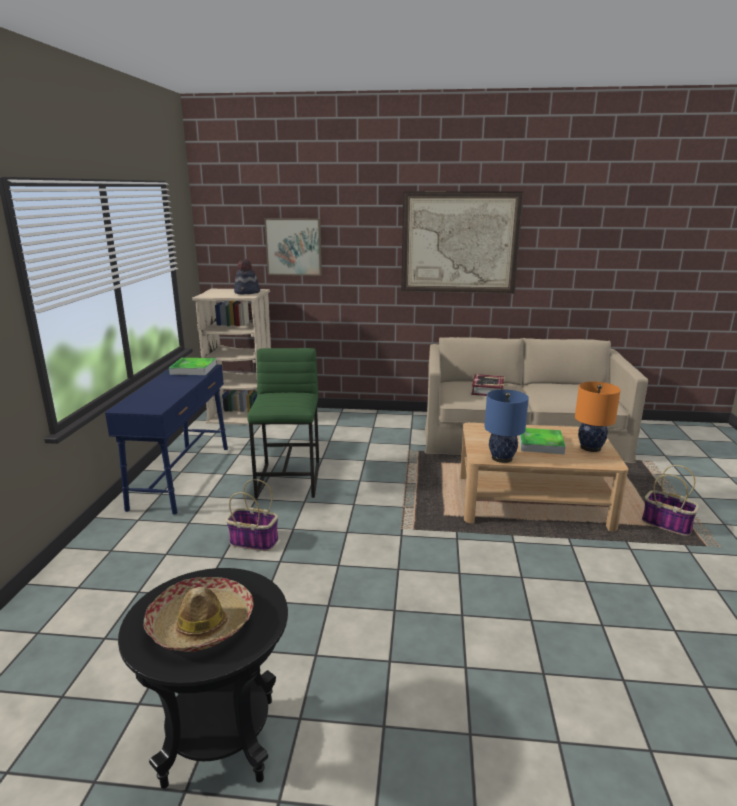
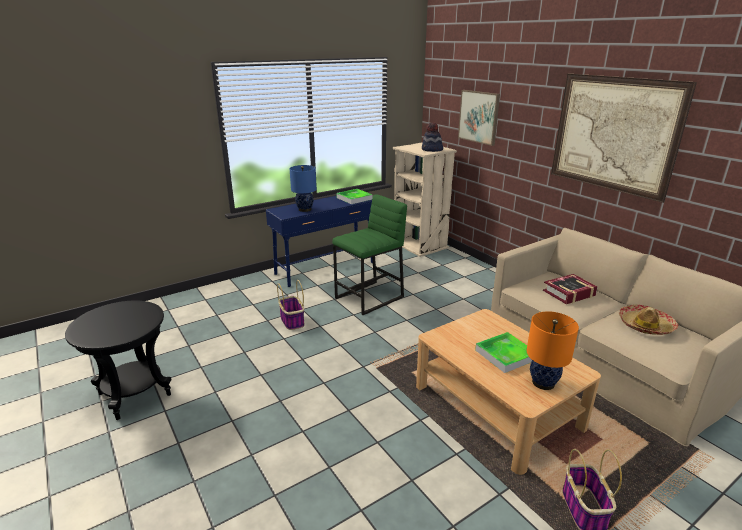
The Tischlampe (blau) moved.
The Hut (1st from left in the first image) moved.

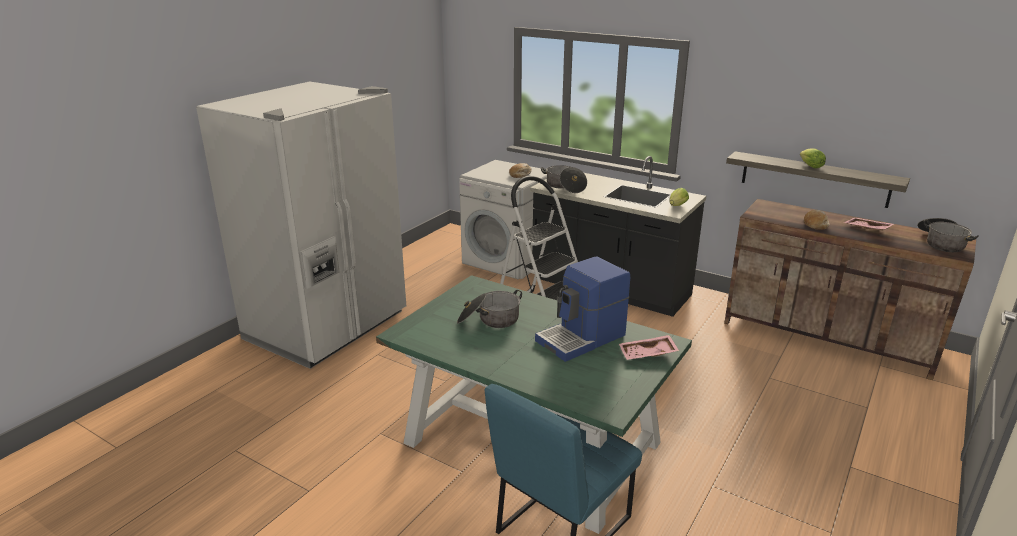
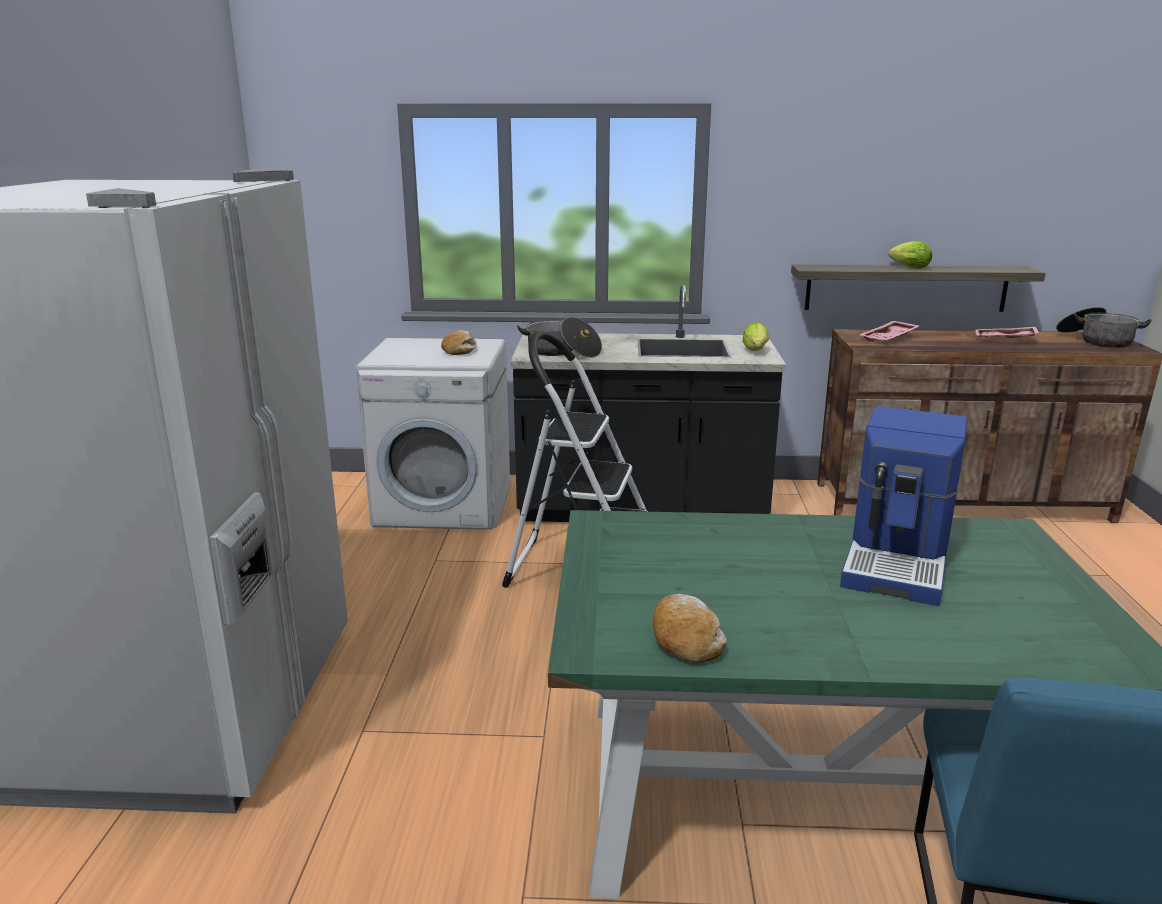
The Brot (2nd from left) moved.
The Tablett (rosa) (1st from left) moved.
The Kochtopf (1st from left) disappeared.

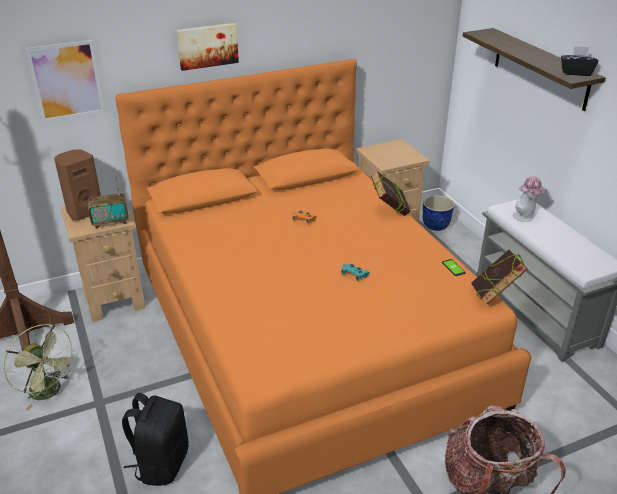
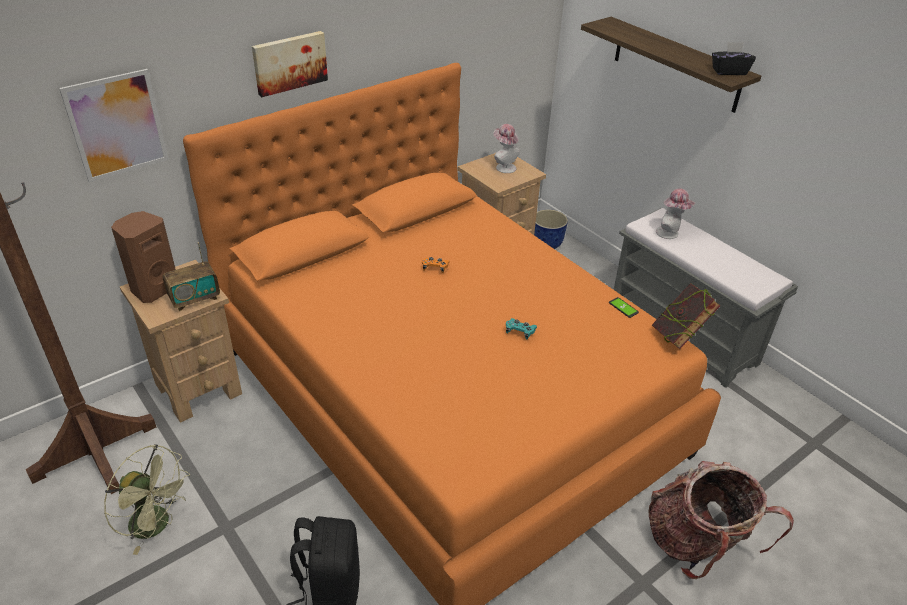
The Hut (1st from left) appeared.
The Buch (1st from left) disappeared.

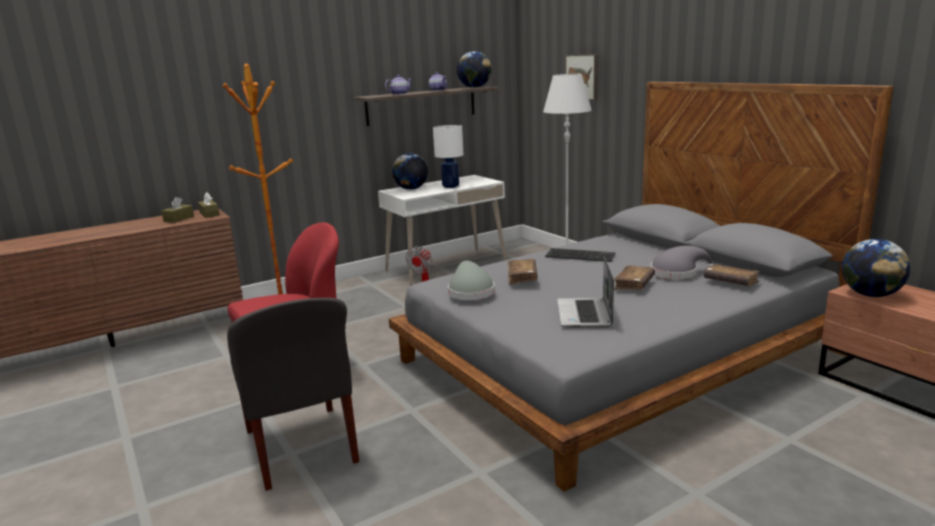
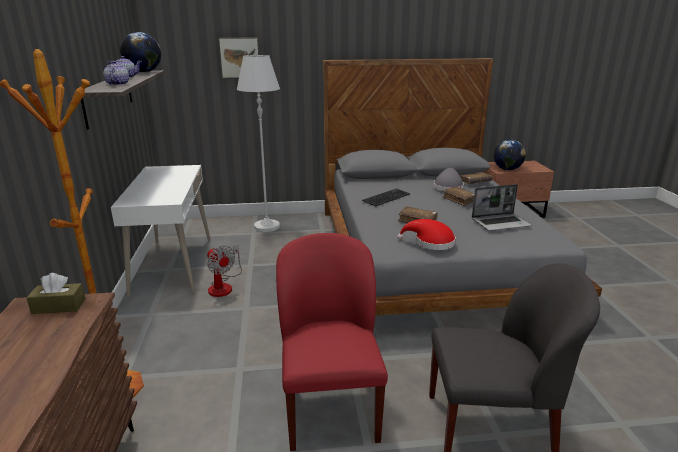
The Hut (grau) (1st from left) became the Hut (rot).
The Laptop turned 45 degrees counterclockwise.
The Taschentuchbox (braun) (1st from left) disappeared.
The Globus (1st from left) disappeared.
The Tischlampe (weiß) disappeared.

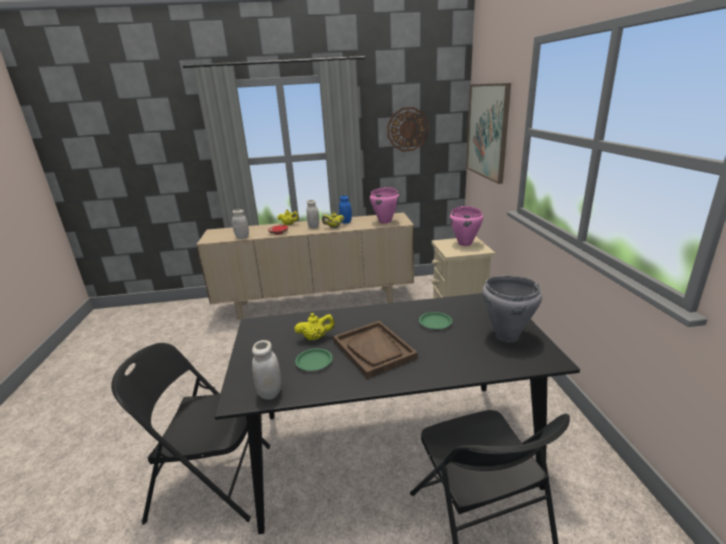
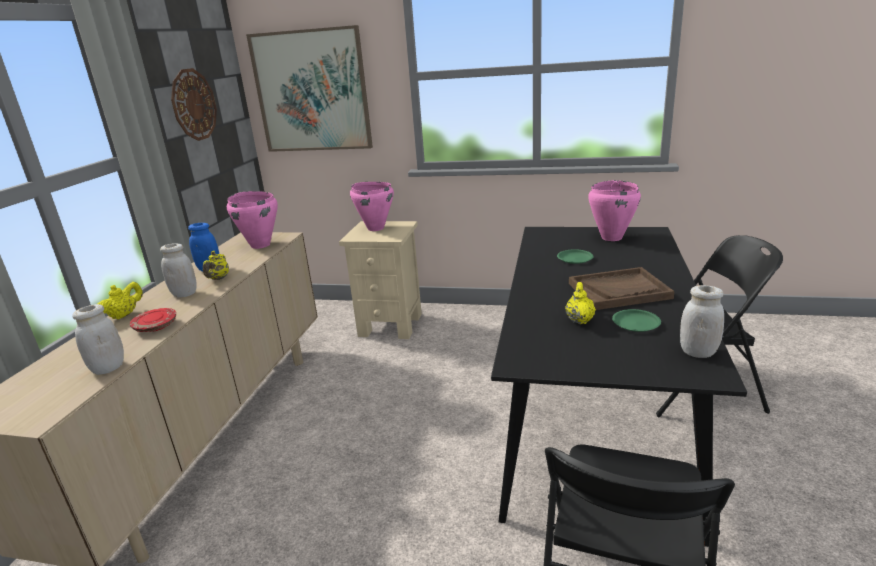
The Kochtopf (grau) became the Kochtopf (rosa) (3rd from left).

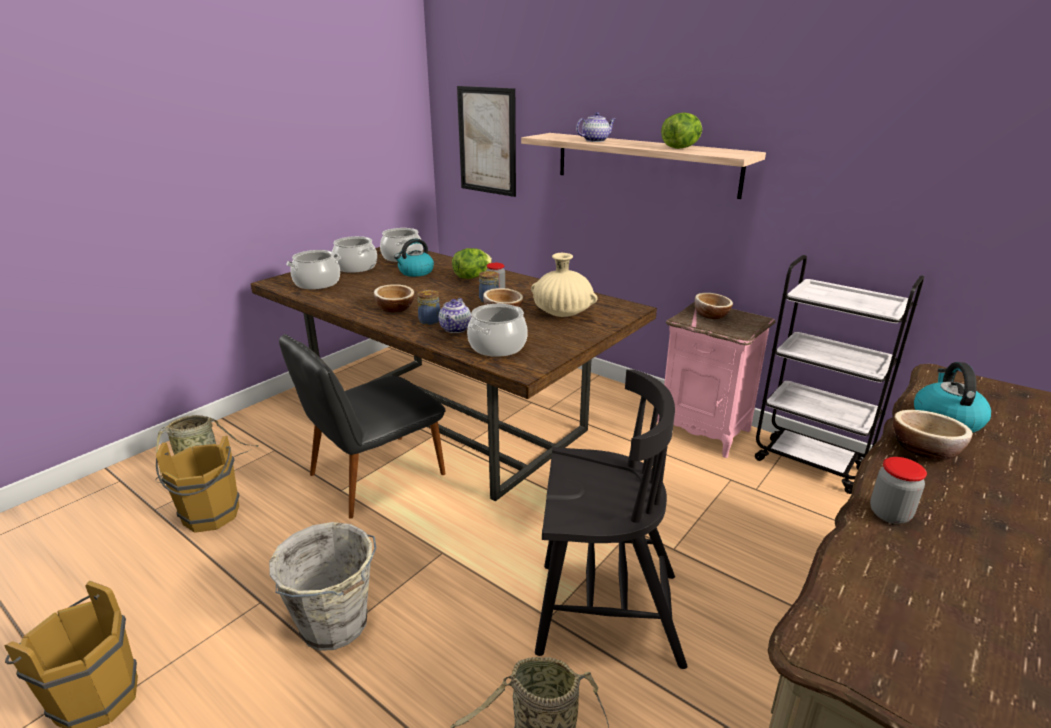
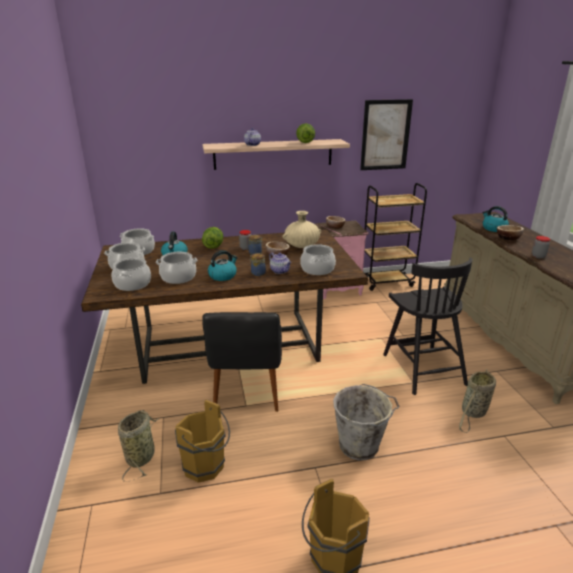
The Kochtopf (4th from left) appeared.
The Schüssel (1st from left) was replaced by the Wasserkessel (2nd from left).
The Bild moved.
The Rollwagen (weiß) became the Rollwagen (braun).
The Stuhl (schwarz) (2nd from left) turned 120 degrees clockwise.

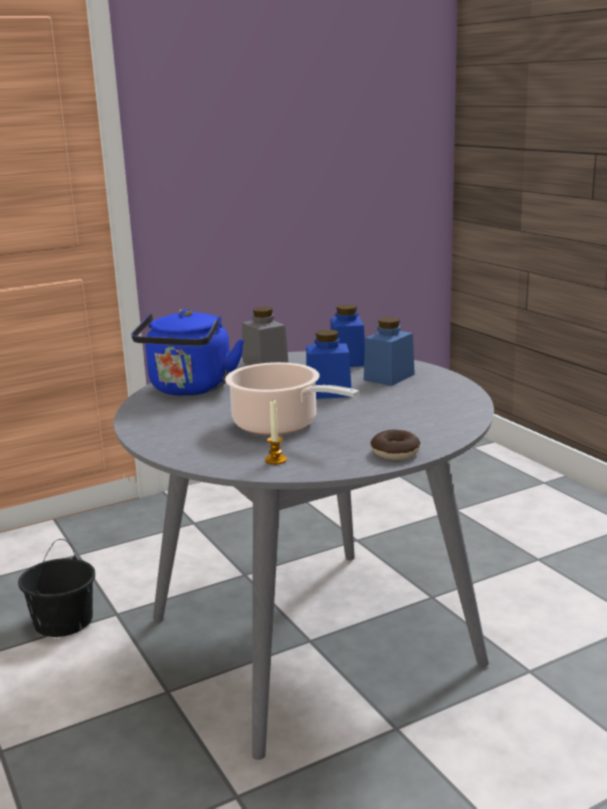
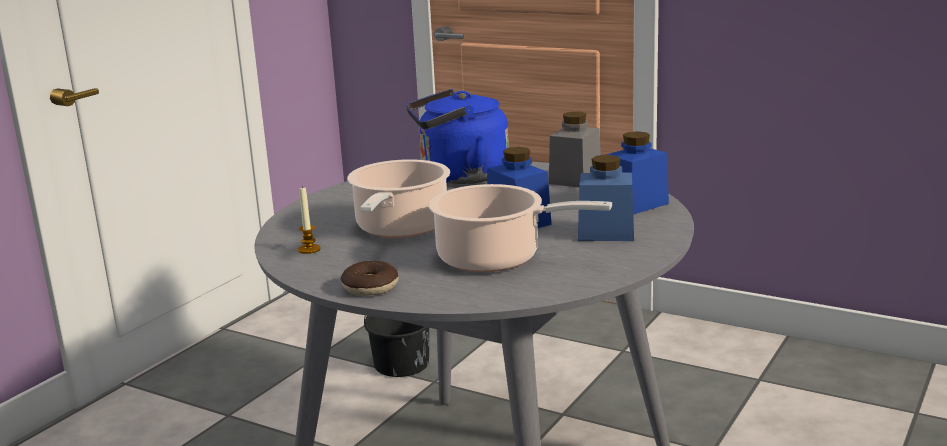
The Kochtopf (2nd from left) appeared.

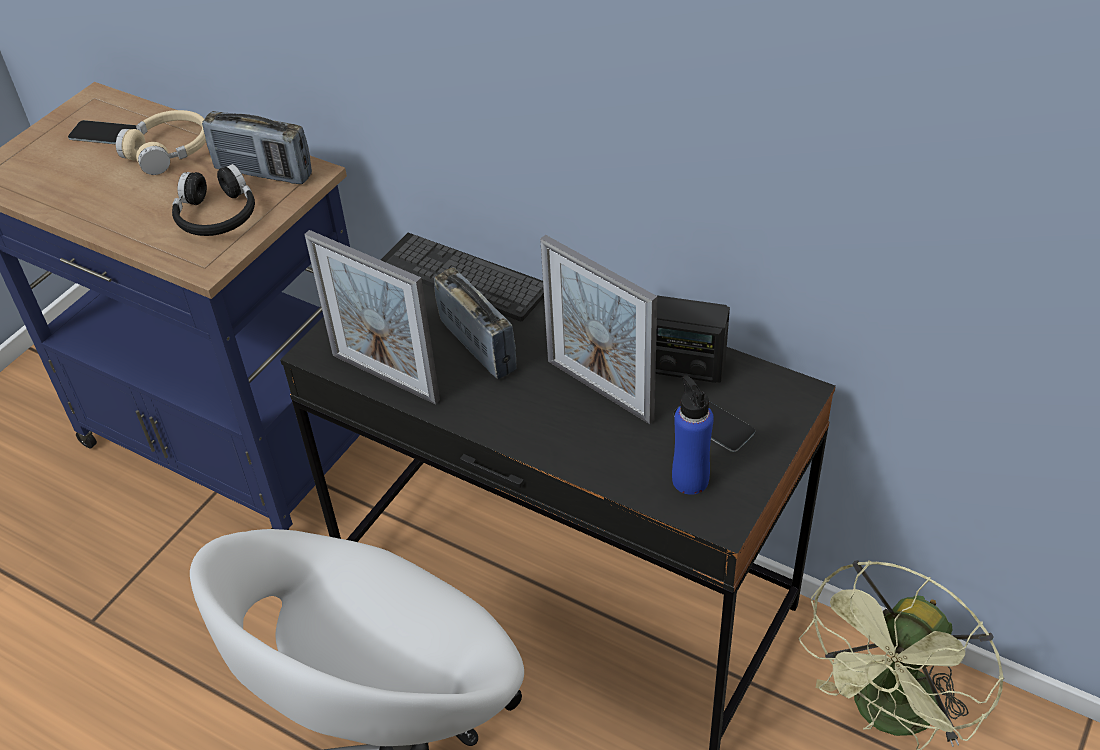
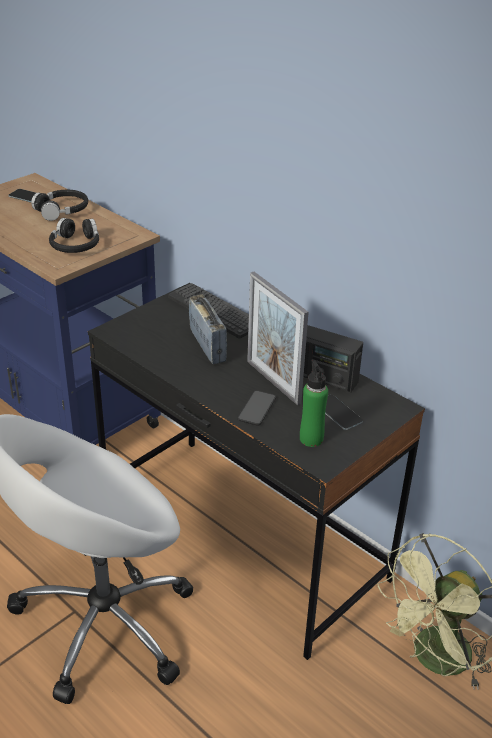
The Kopfhörer (beige) became the Kopfhörer (schwarz) (1st from left).
The Handy (2nd from left) appeared.
The Flasche (blau) became the Flasche (grün).
The Radio (1st from left) disappeared.
The Bilderrahmen (1st from left) disappeared.

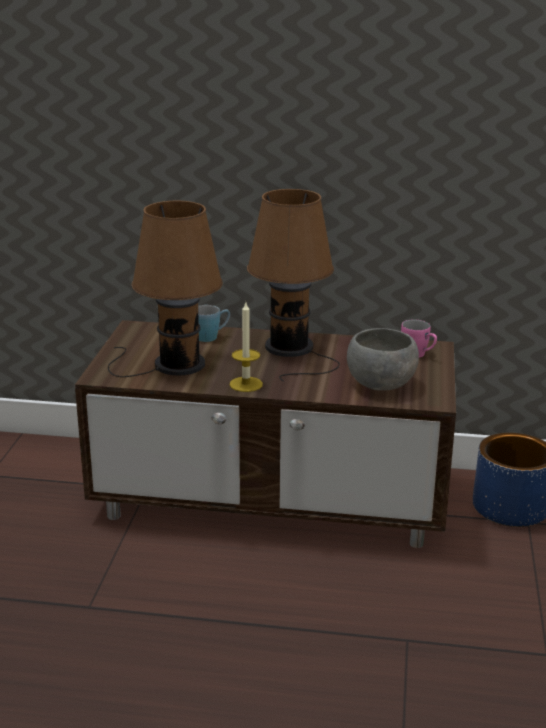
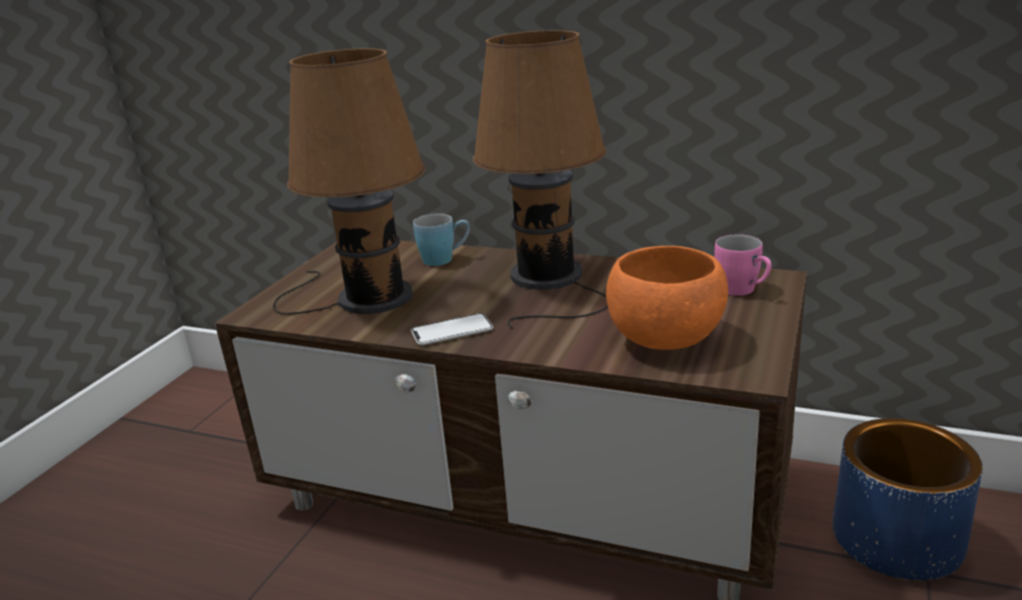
The Kerze was replaced by the Handy.
The Schüssel (grau) became the Schüssel (orange).

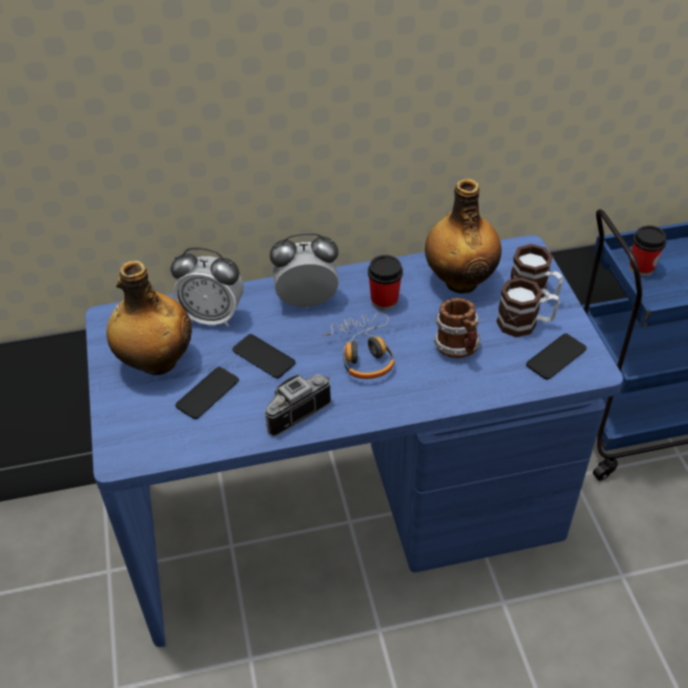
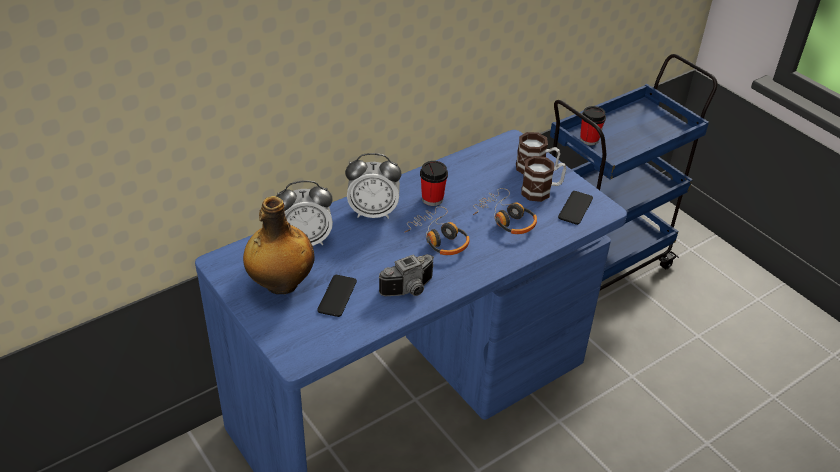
The Wecker (2nd from left) turned 150 degrees counterclockwise.
The Kamera turned 150 degrees counterclockwise.
The Henkelbecher (1st from left) was replaced by the Kopfhörer (2nd from left).
The Handy (2nd from left) disappeared.
The Flasche (2nd from left) disappeared.

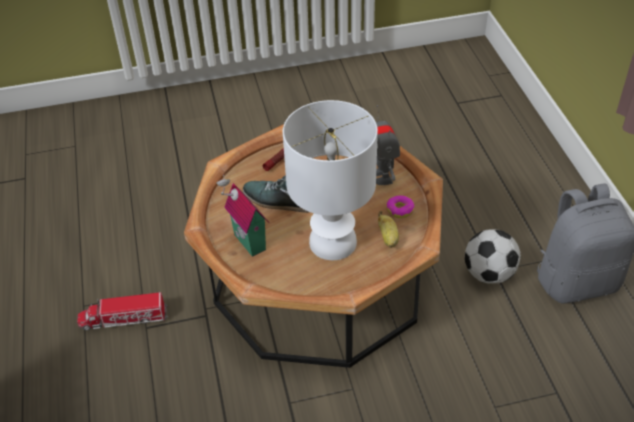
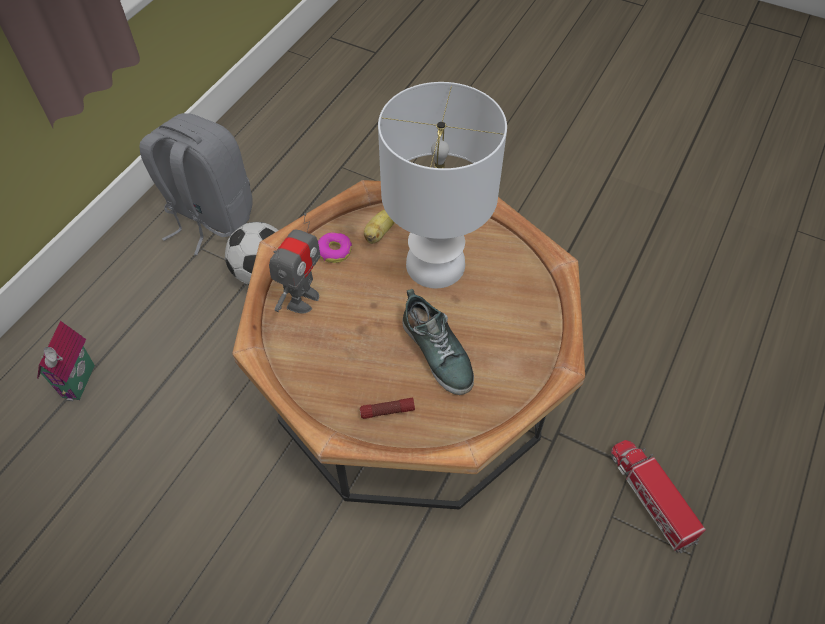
The Spielzeughaus moved.
The Spielzeuglaster turned 150 degrees counterclockwise.

